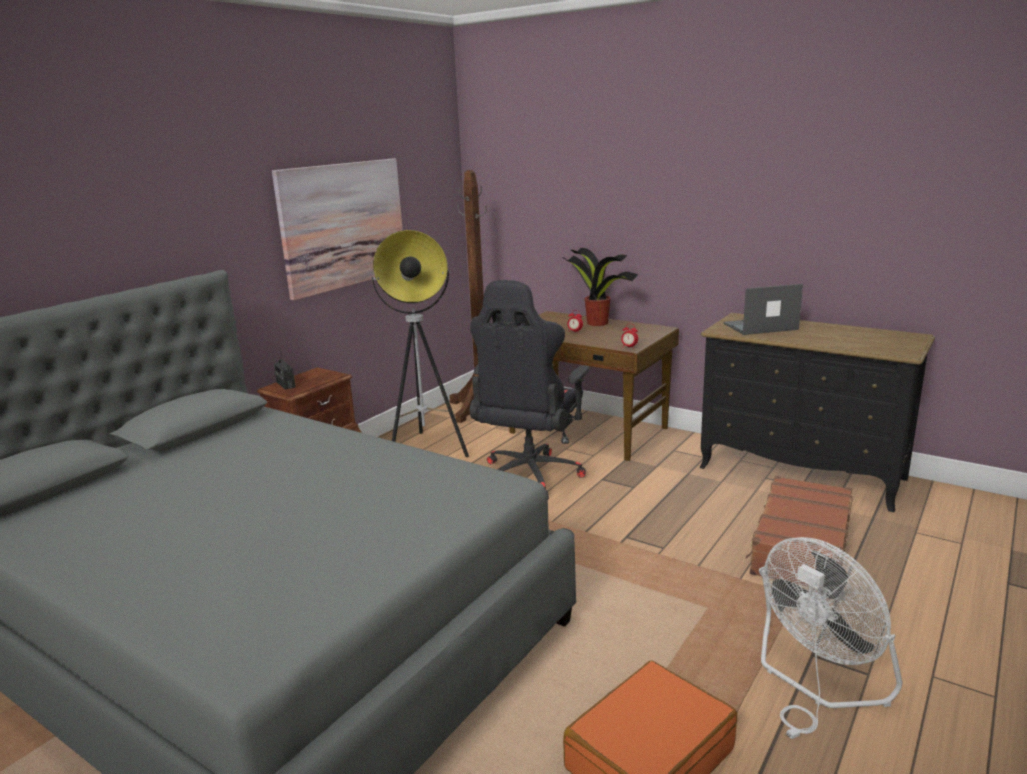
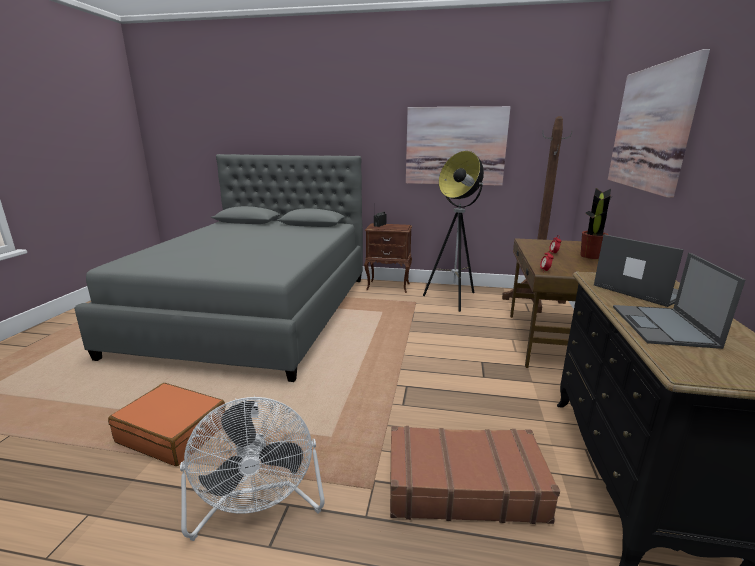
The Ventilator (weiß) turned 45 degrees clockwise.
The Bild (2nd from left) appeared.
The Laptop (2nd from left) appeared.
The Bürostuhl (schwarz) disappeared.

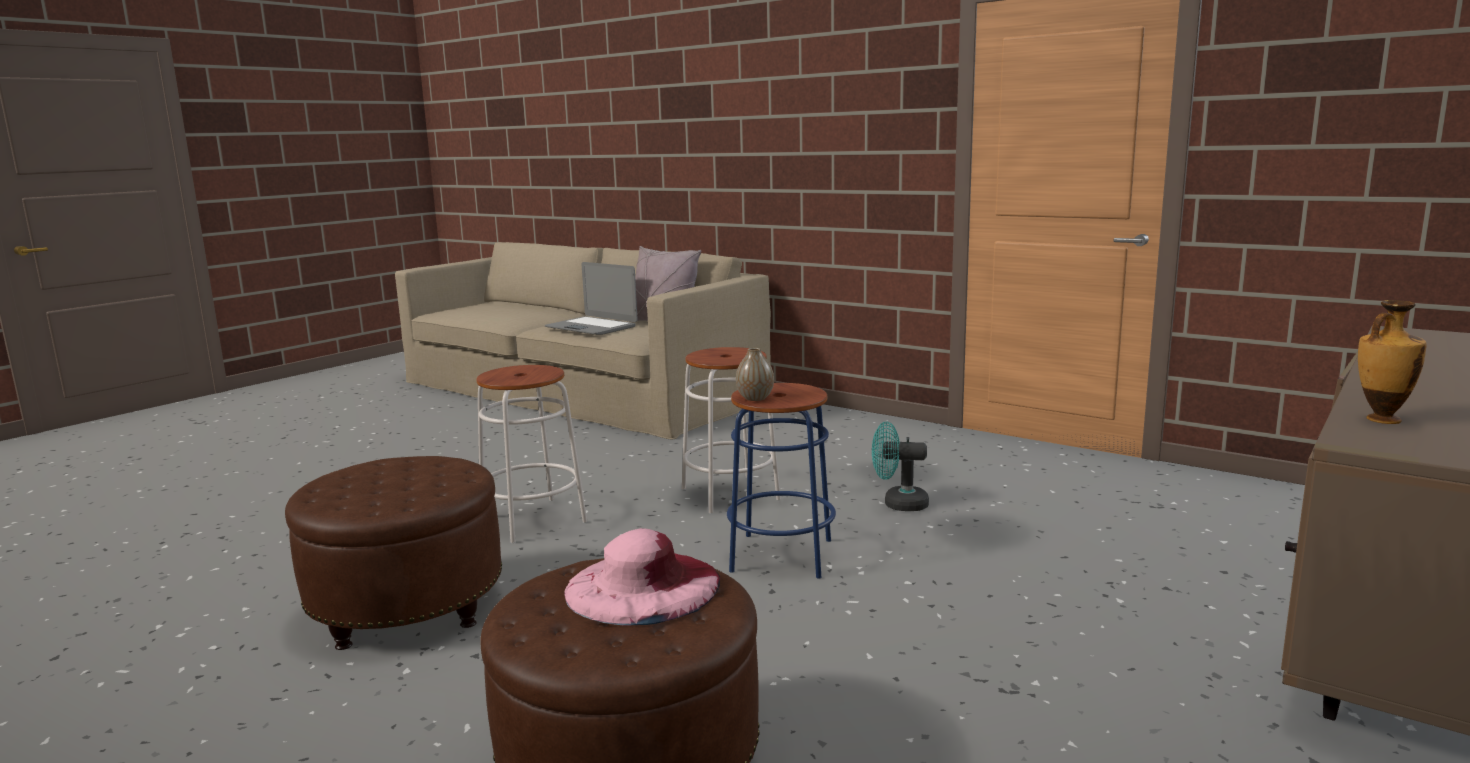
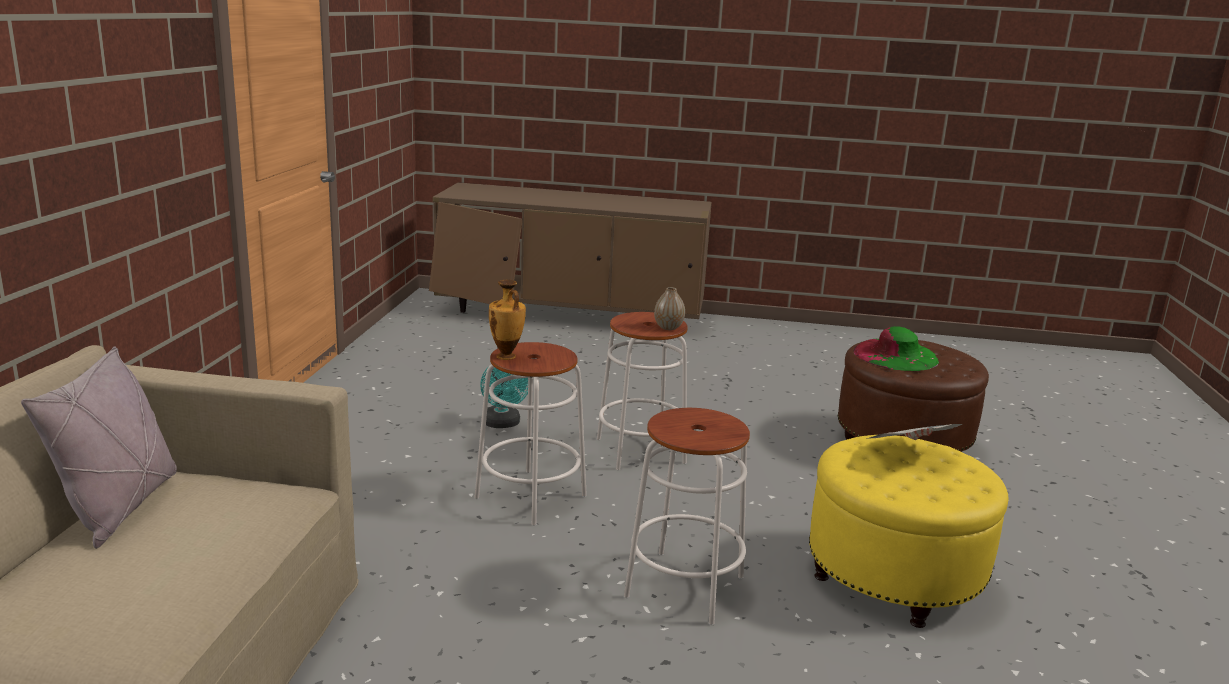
The Vase (2nd from left in the first image) moved.
The Hocker (blau) became the Hocker (weiß) (2nd from left).
The Polsterhocker (braun) (1st from left) became the Polsterhocker (gelb).
The Hut (rosa) became the Hut (grün).
The Zeitung appeared.
The Laptop disappeared.

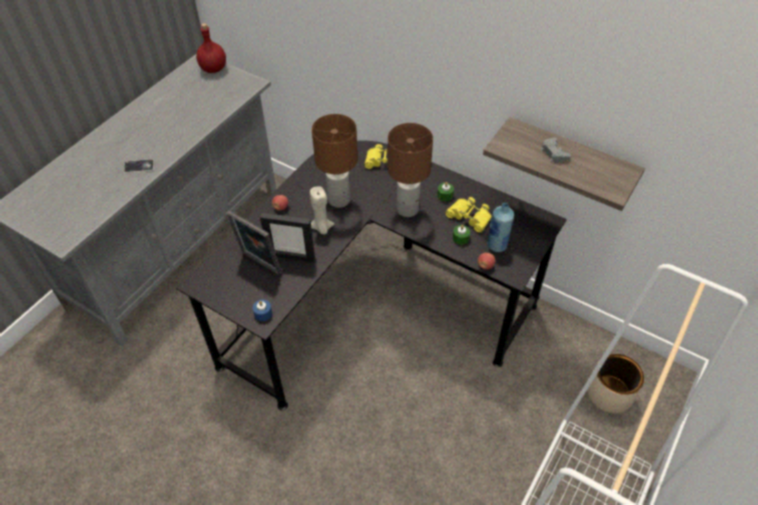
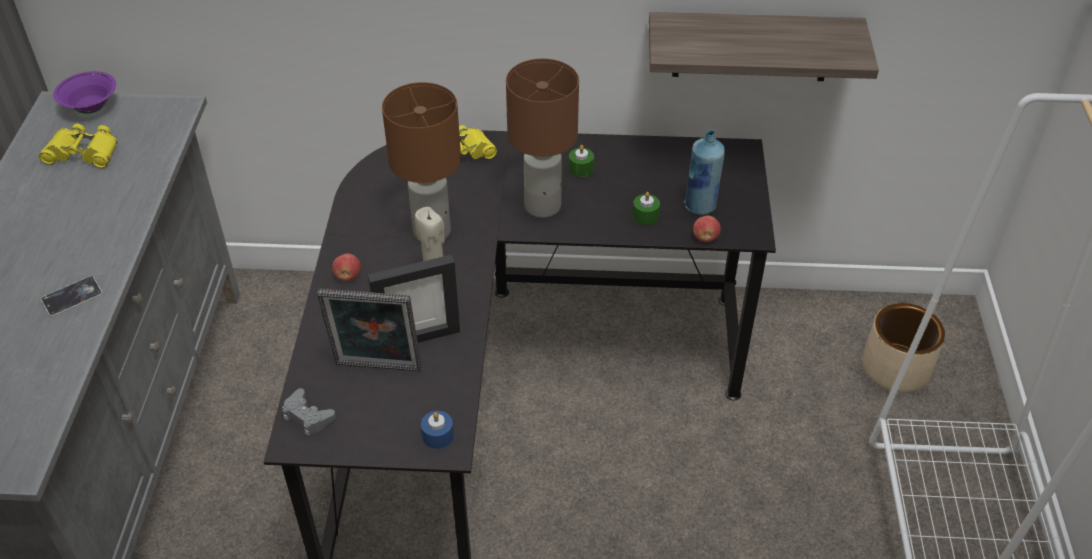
The Fernglas (gelb) (2nd from left in the first image) moved.
The Flasche (rot) was replaced by the Schüssel (lila).
The Gamepad (grau) moved.

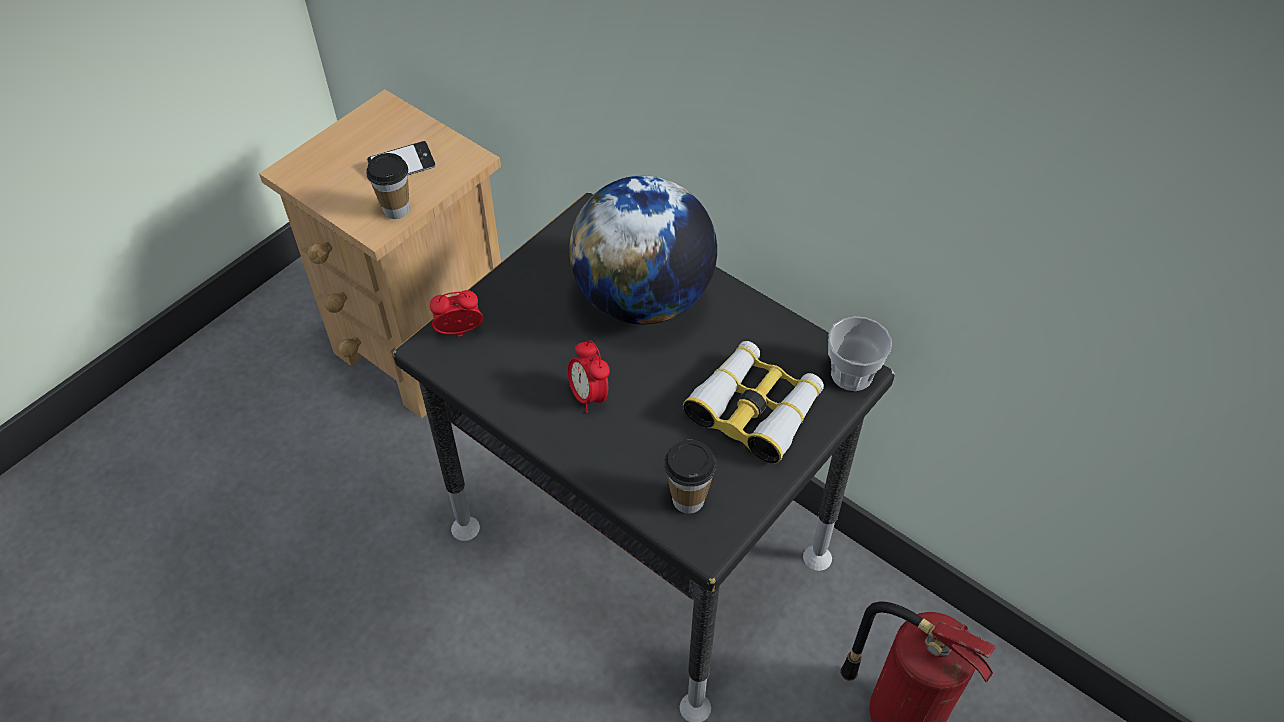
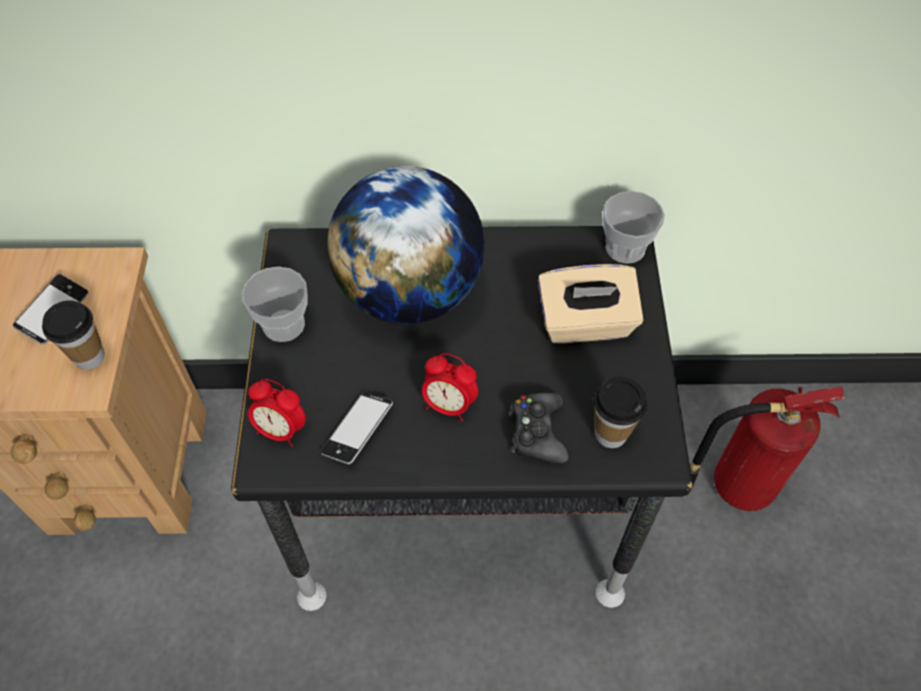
The Tasse (2nd from left) appeared.
The Wecker (1st from left) turned 105 degrees counterclockwise.
The Handy (2nd from left) appeared.
The Gamepad (schwarz) appeared.
The Fernglas was replaced by the Taschentuchbox (beige).

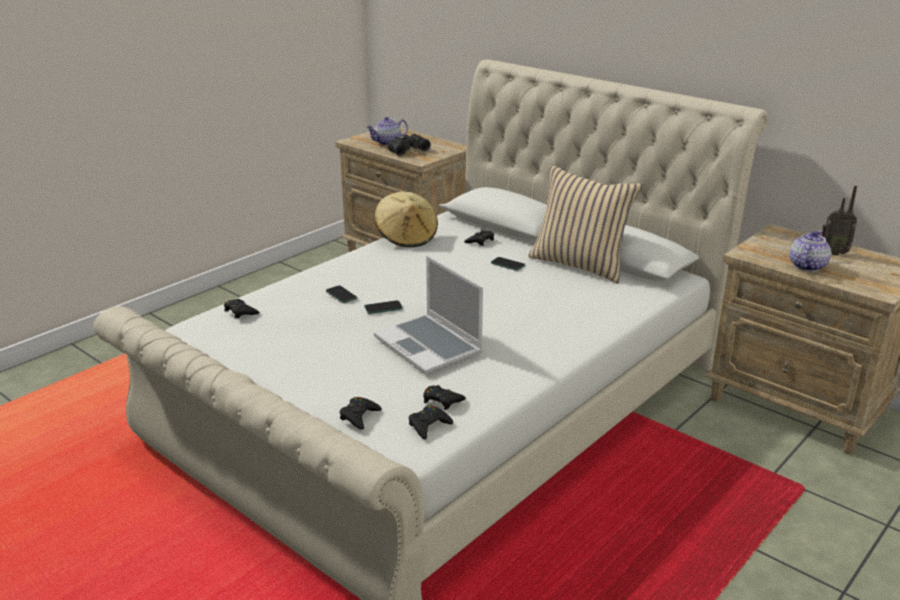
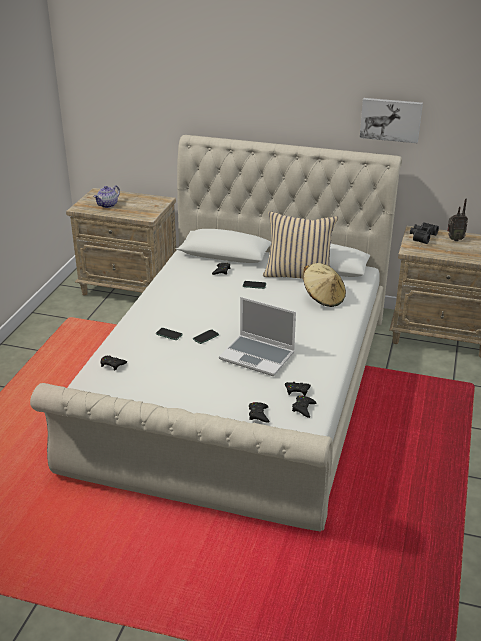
The Hut (beige) moved.
The Bild appeared.
The Fernglas (schwarz) moved.
The Teekanne (2nd from left) disappeared.

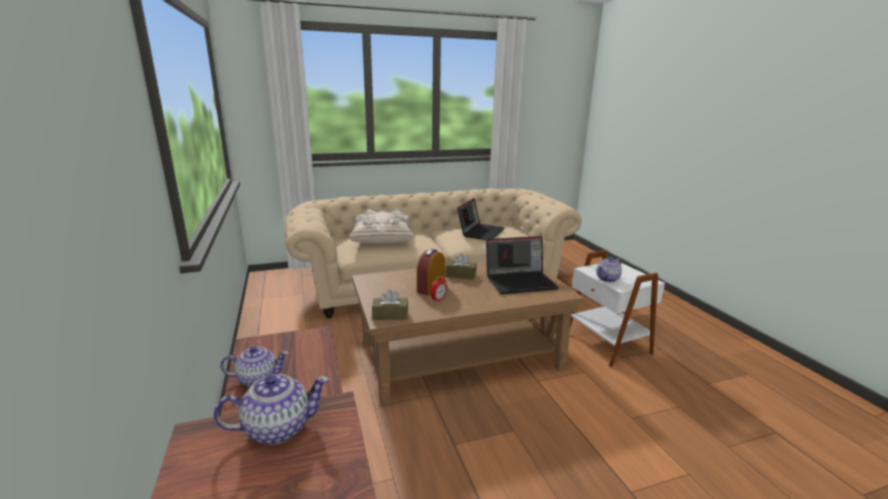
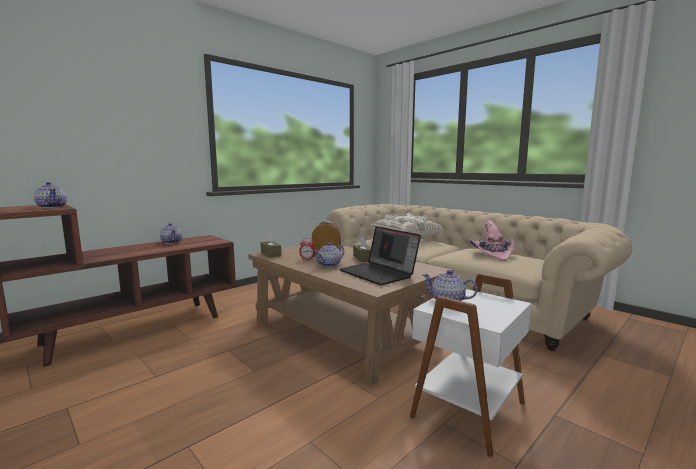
The Teekanne (3rd from left) appeared.
The Laptop (1st from left) was replaced by the Hut (rosa).

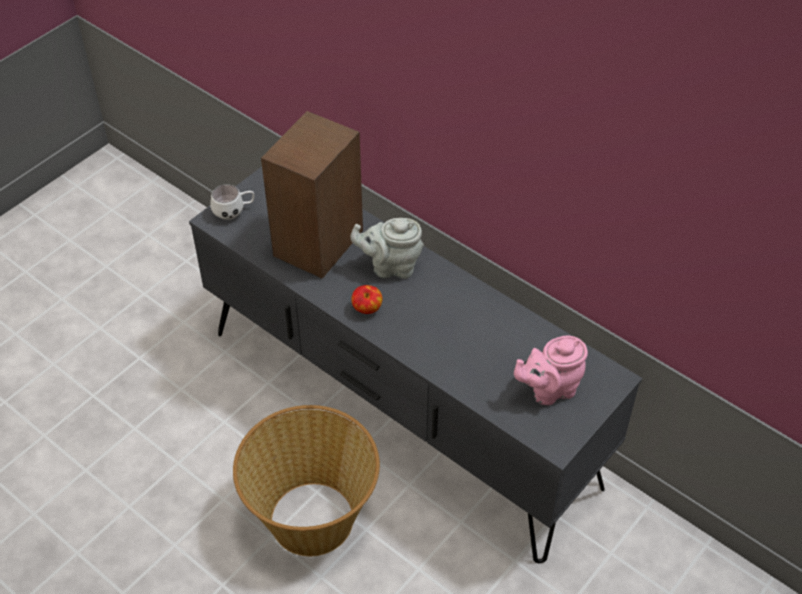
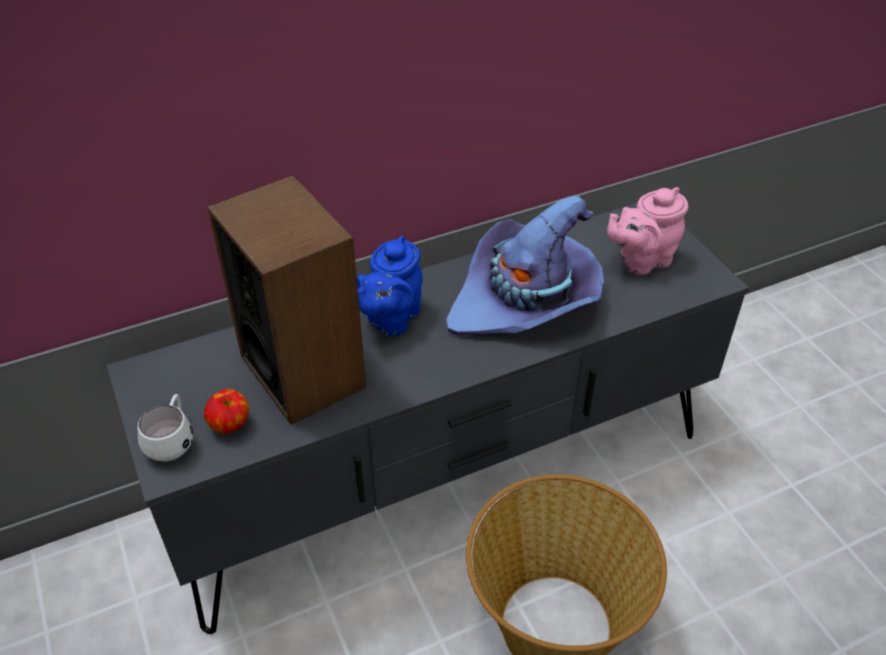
The Apfel moved.
The Teekanne (grau) became the Teekanne (blau).
The Hut (lila) appeared.
The Teekanne (rosa) turned 60 degrees clockwise.

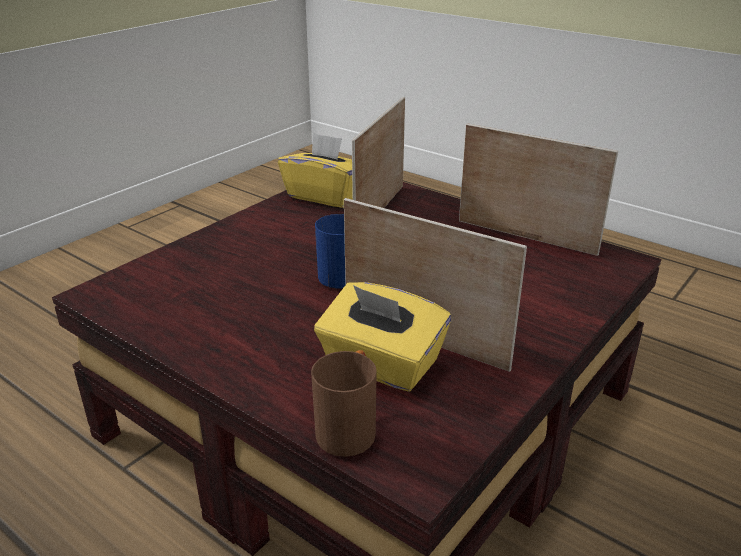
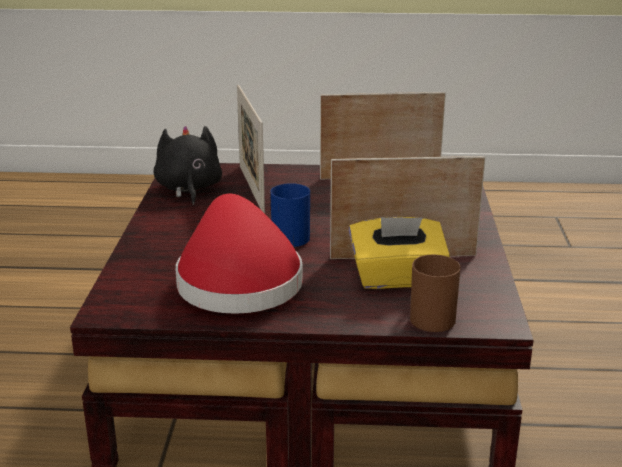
The Taschentuchbox (gelb) (1st from left) was replaced by the Plüschtier (schwarz).
The Hut (rot) appeared.

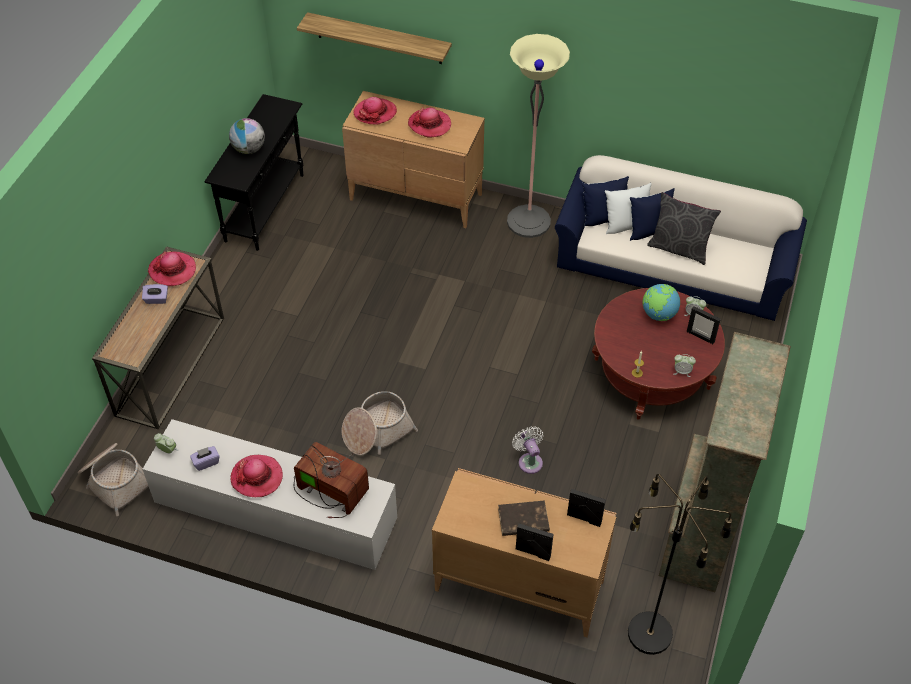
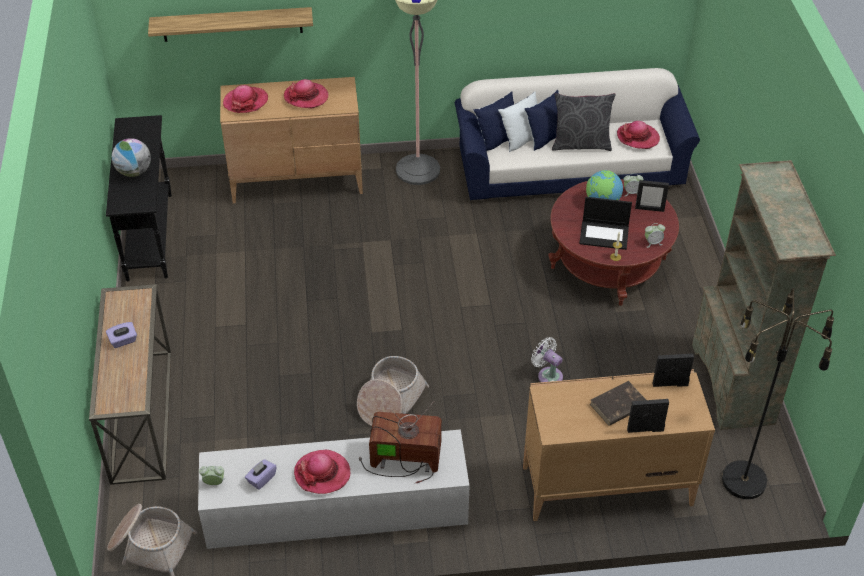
The Laptop appeared.
The Hut (1st from left in the first image) moved.

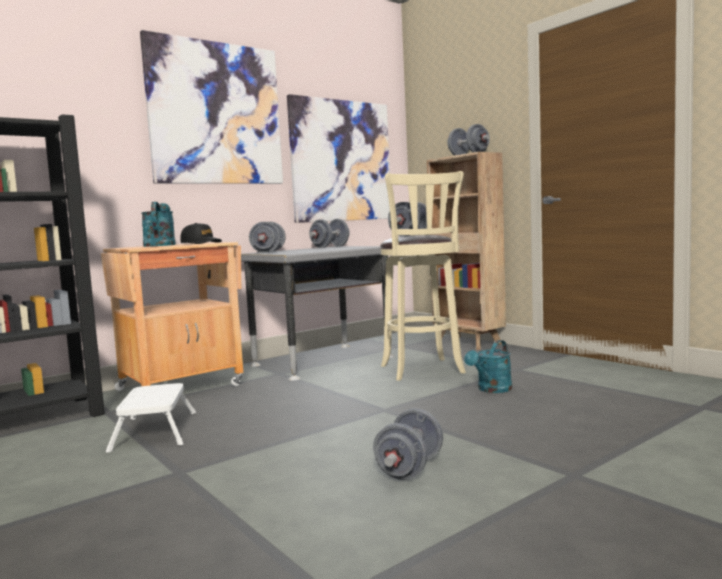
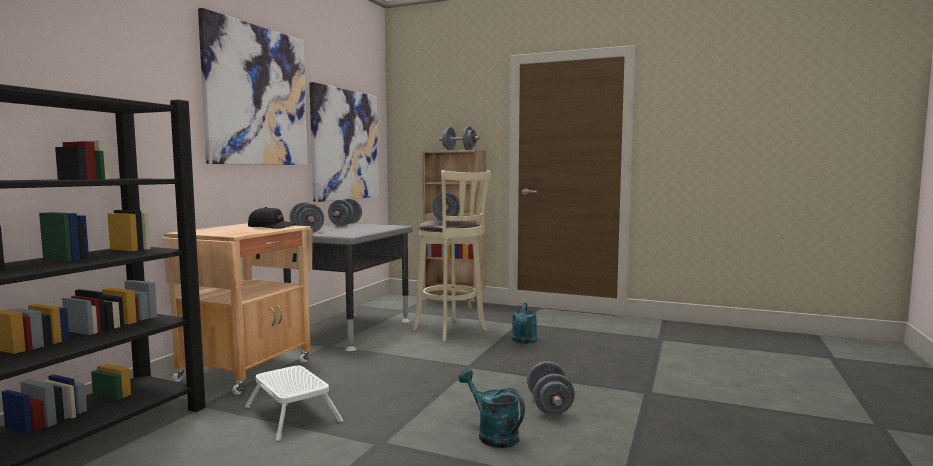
The Gießkanne (türkis) (1st from left) moved.

